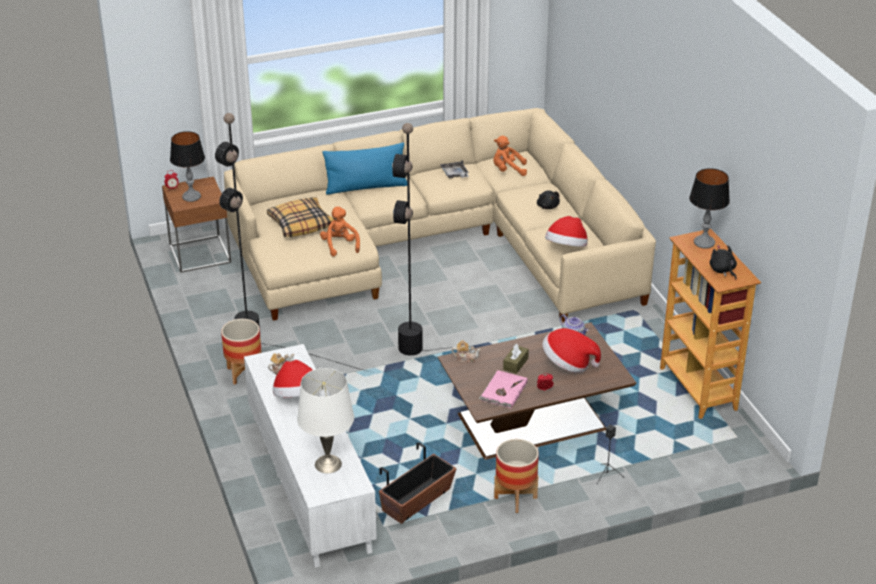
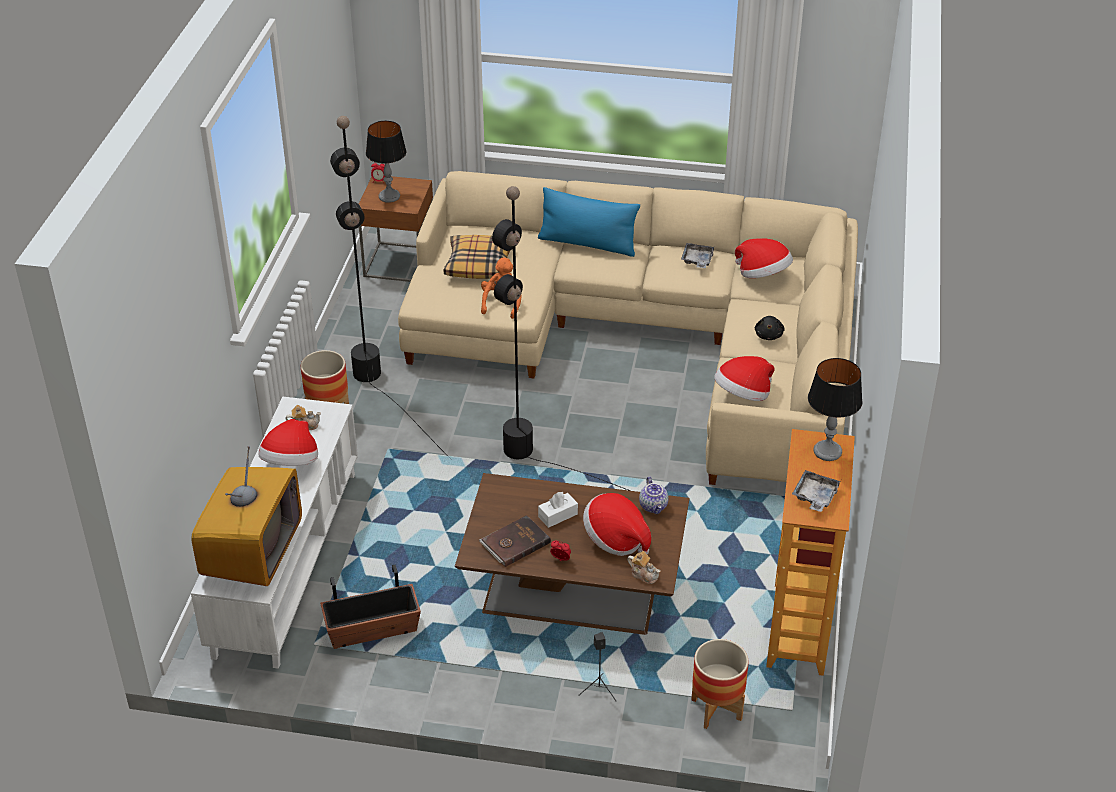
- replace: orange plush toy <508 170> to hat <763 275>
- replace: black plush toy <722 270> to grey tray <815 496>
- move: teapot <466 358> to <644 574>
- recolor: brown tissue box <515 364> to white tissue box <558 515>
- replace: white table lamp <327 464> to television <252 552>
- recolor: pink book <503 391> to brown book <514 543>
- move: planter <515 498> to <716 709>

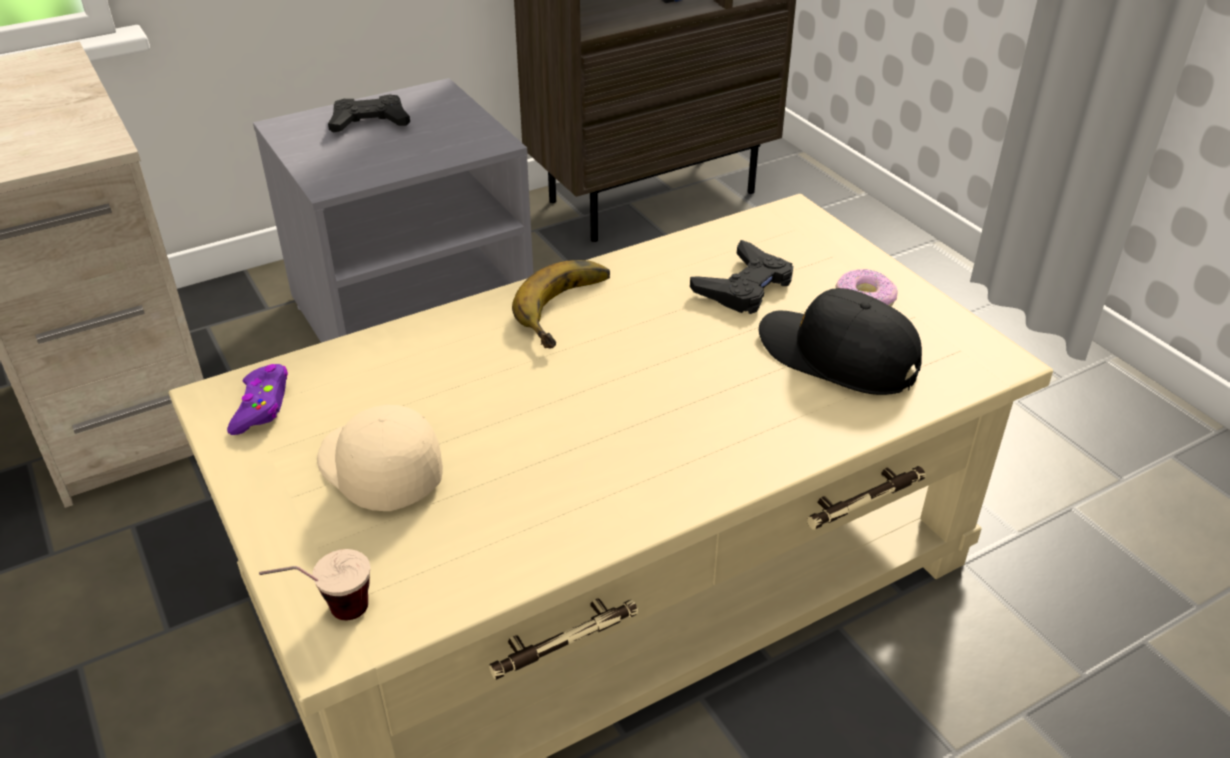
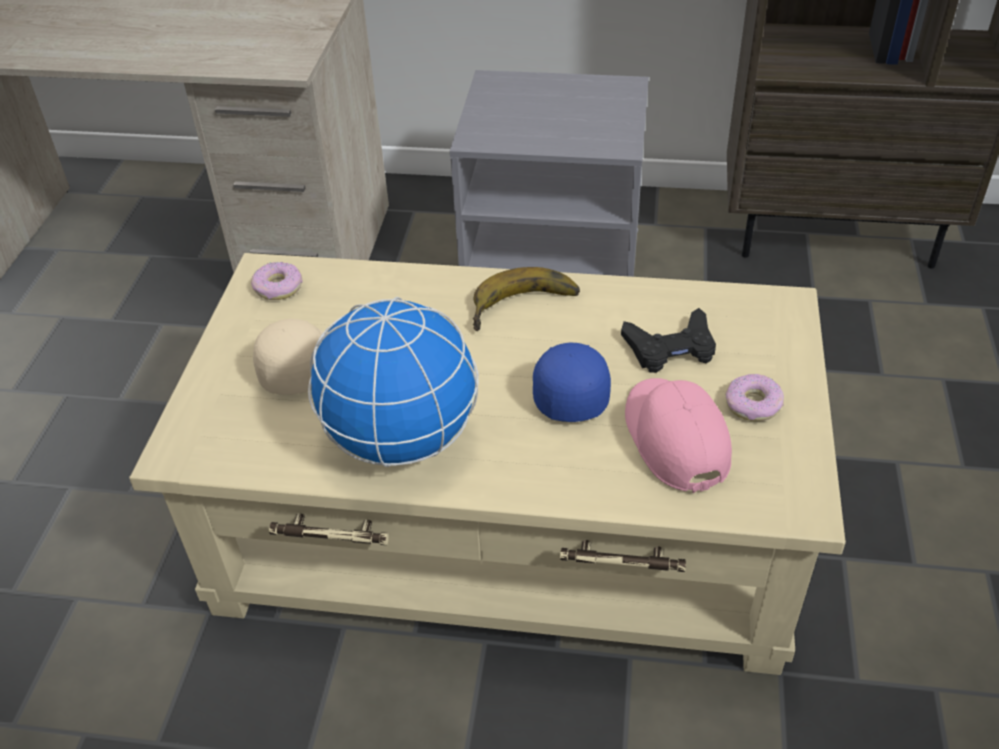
- delete: black game controller <369 122>
- recolor: black cap <837 356> to pink cap <675 438>
- replace: purple game controller <261 406> to donut <278 288>
- delete: cup <327 616>
- insert: globe <400 439>
- insert: blue cap <567 388>

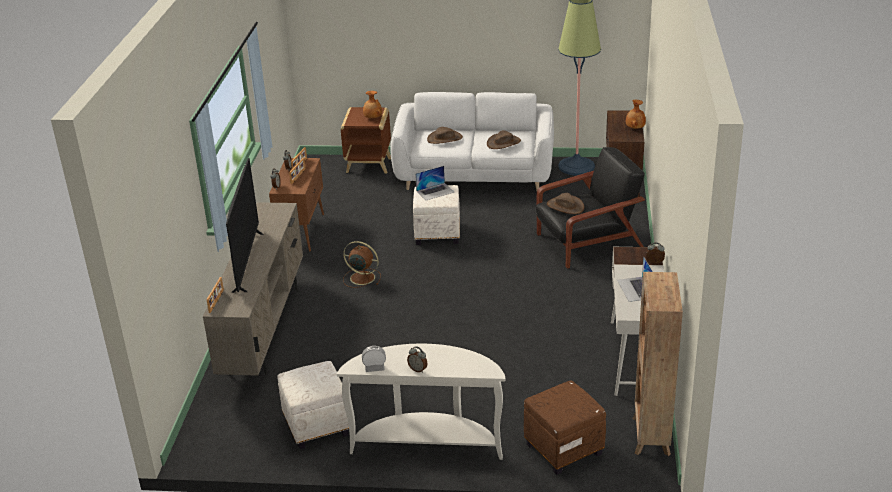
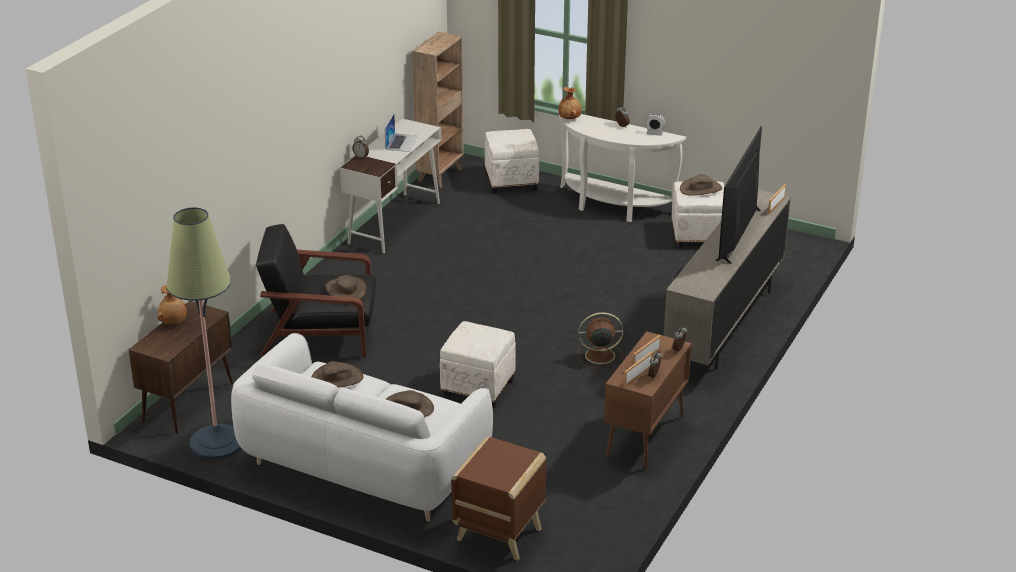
- move: brown vase <372 118> to <570 118>
- delete: laptop <435 191>
- rotate: brown fan <361 278> = <598 356> 135 degrees clockwise
- recolor: brown ottoman <563 450> to white ottoman <512 181>
- insert: brown hat <700 189>

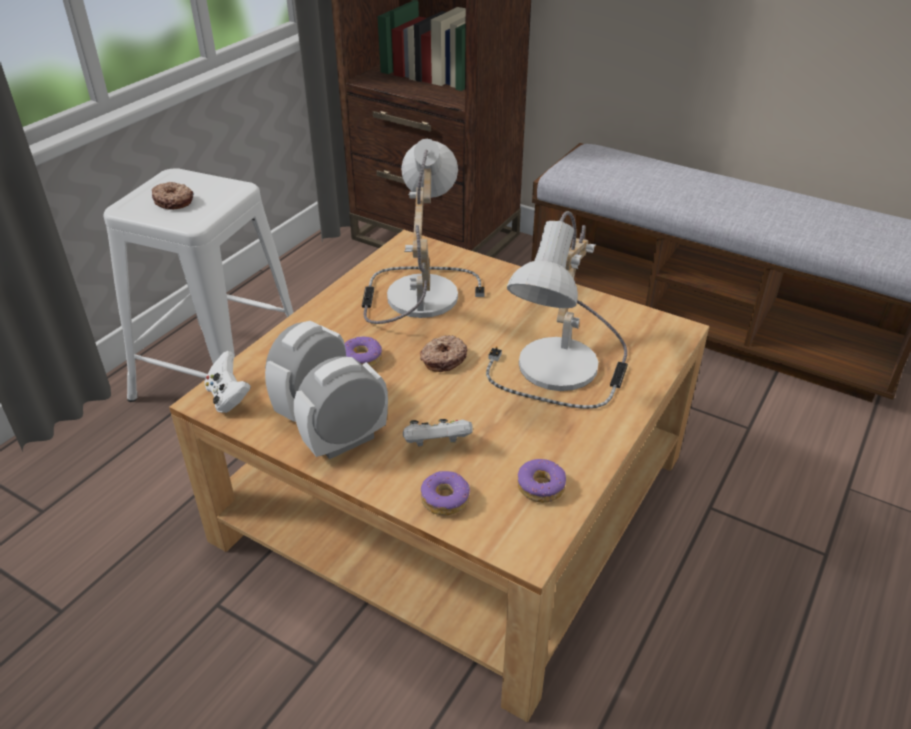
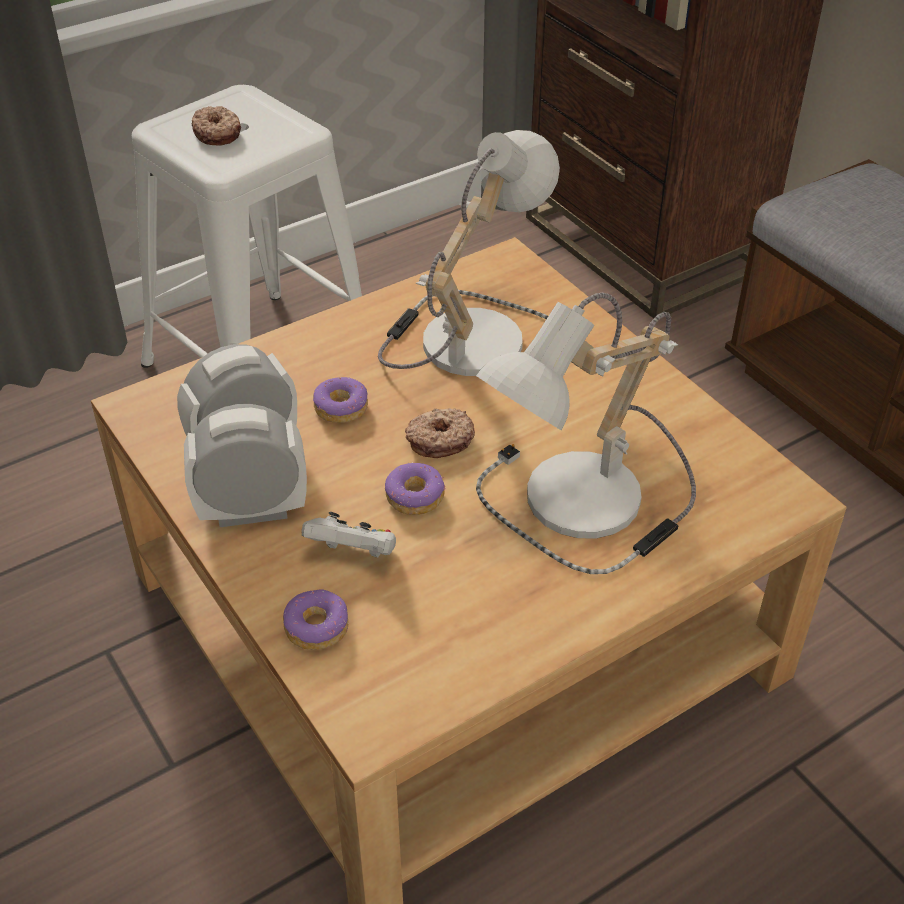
- delete: white game controller <228 397>
- move: donut <541 487> to <415 497>

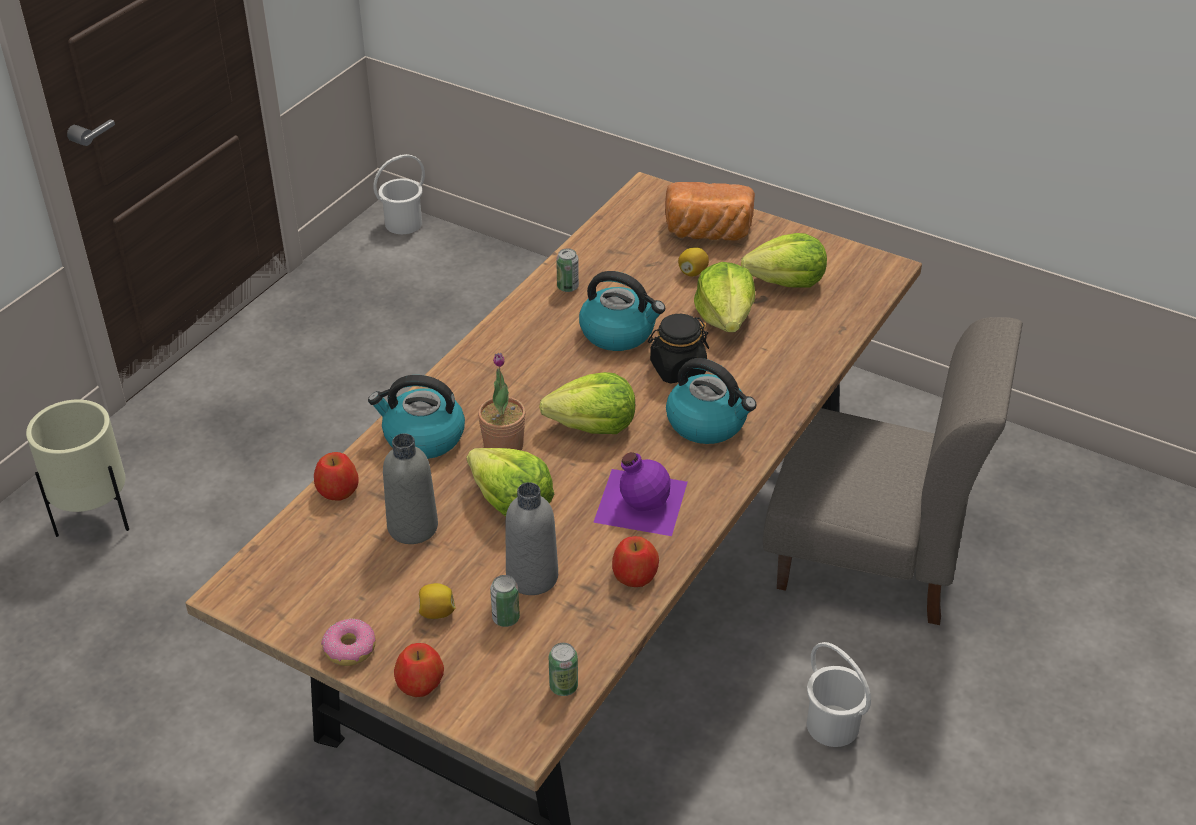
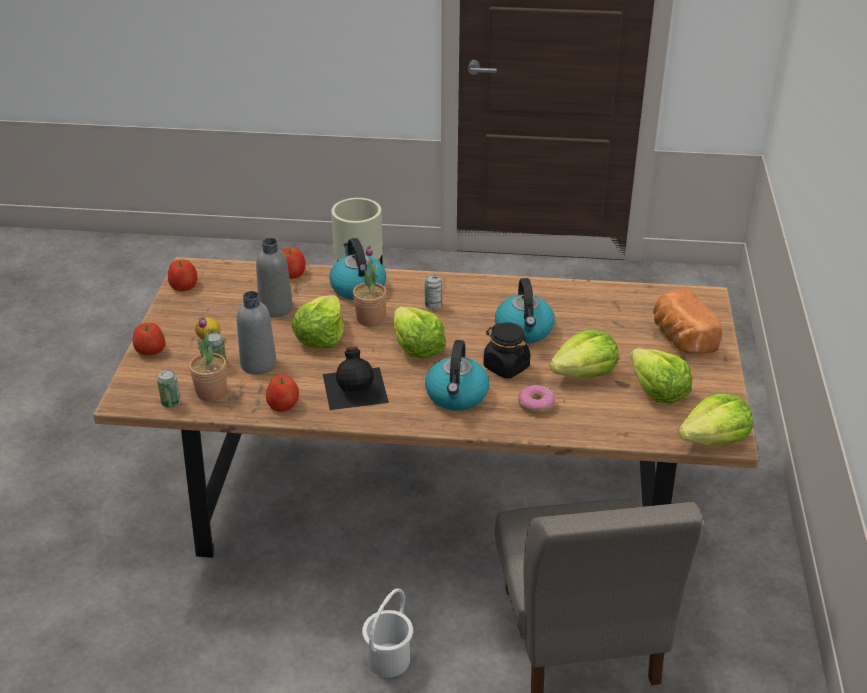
- delete: white bucket <404 224>
- delete: lemon <692 272>
- move: can <567 287> to <433 305>
- recolor: purple bottle <640 500> to black bottle <356 387>
- move: donut <350 649> to <535 405>
- insert: apple <184 285>
- insert: potted plant <211 392>
- insert: lettuce <714 439>

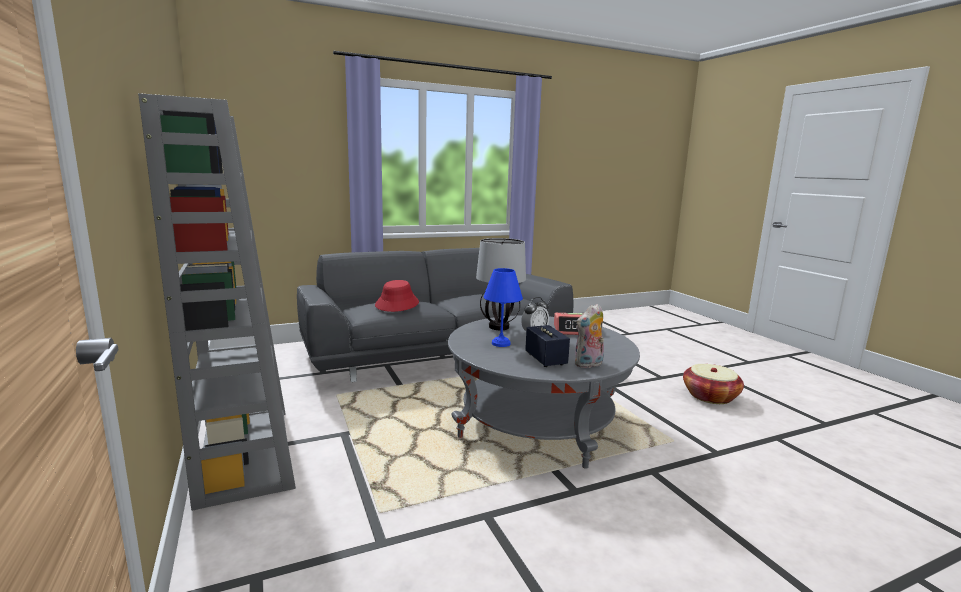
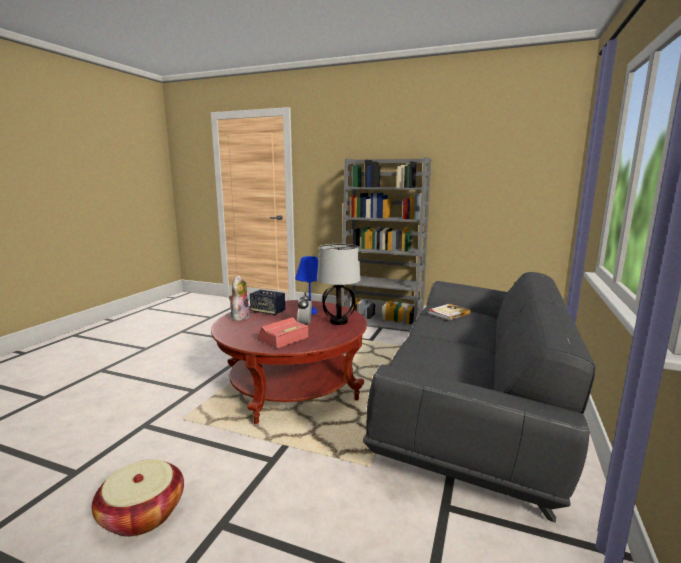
- replace: red hat <397 304> to book <448 313>
- recolor: grey coffee table <537 422> to red coffee table <292 387>

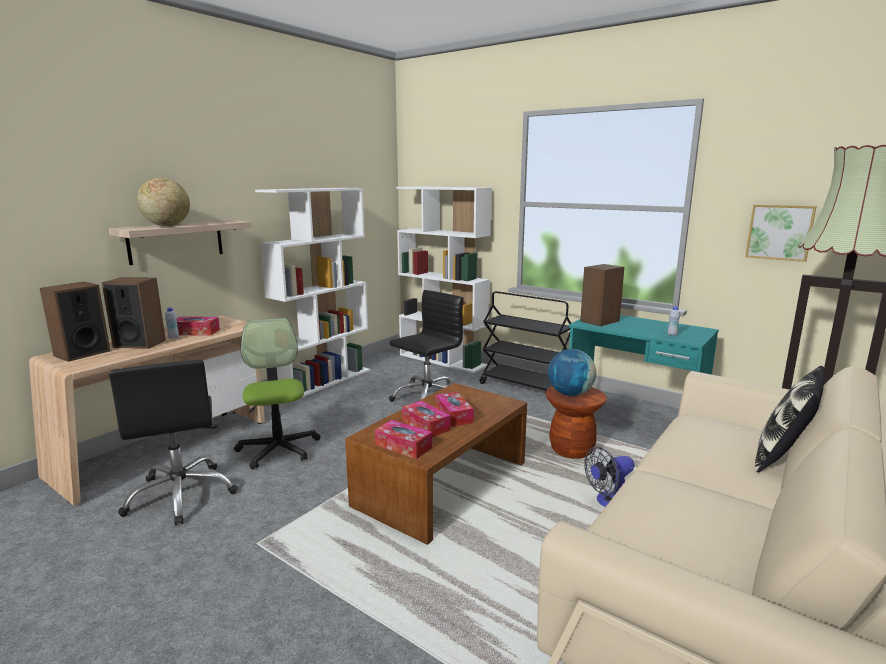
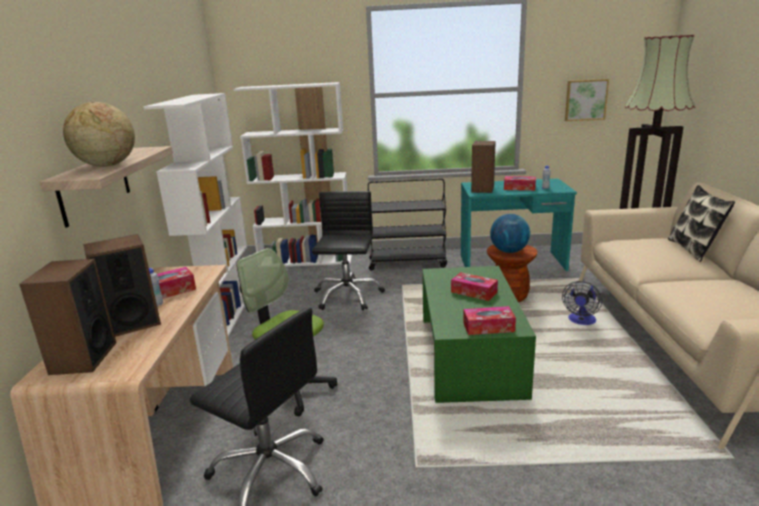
- recolor: brown coffee table <443 484> to green coffee table <471 355>
- move: tissue box <425 425> to <519 188>

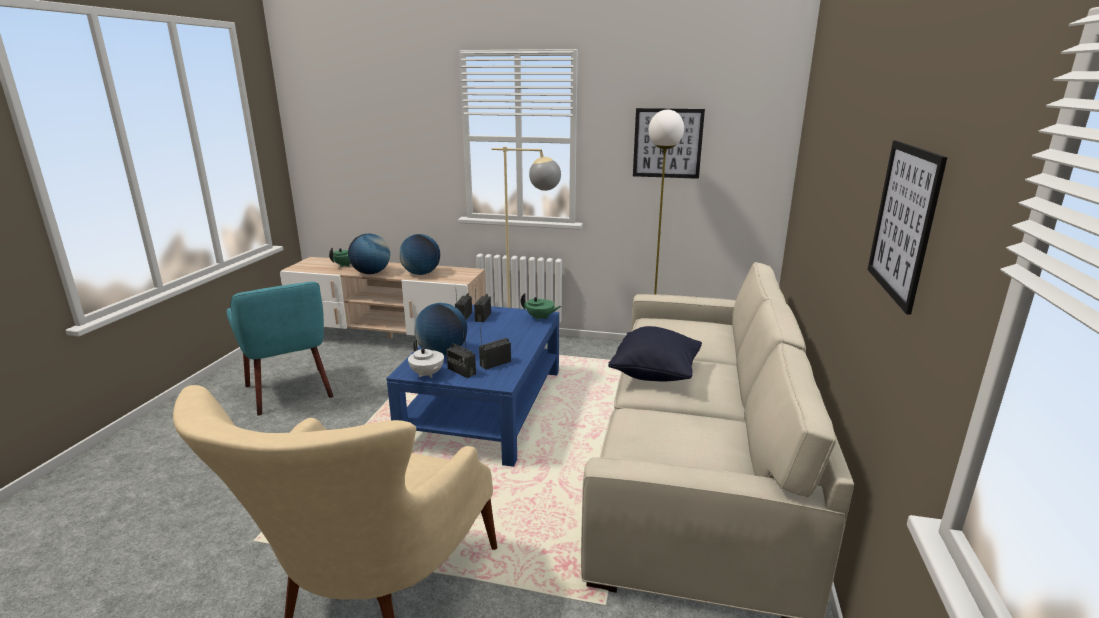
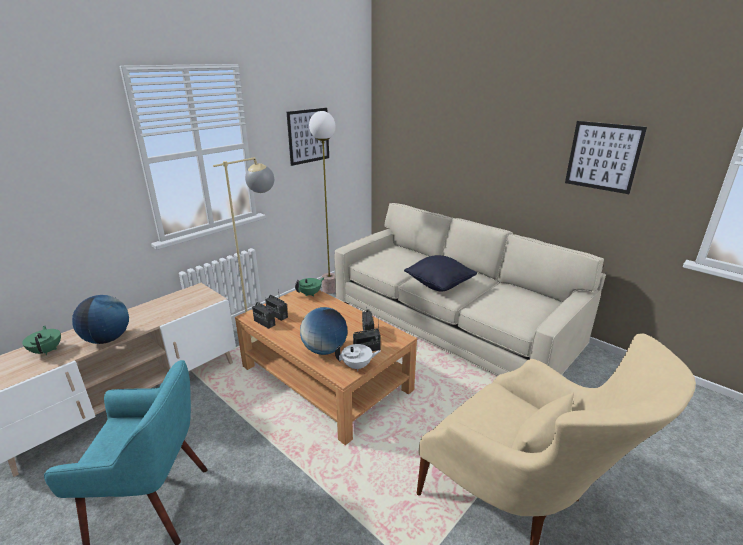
- delete: globe <421 273>
- recolor: blue coffee table <486 407> to brown coffee table <326 378>

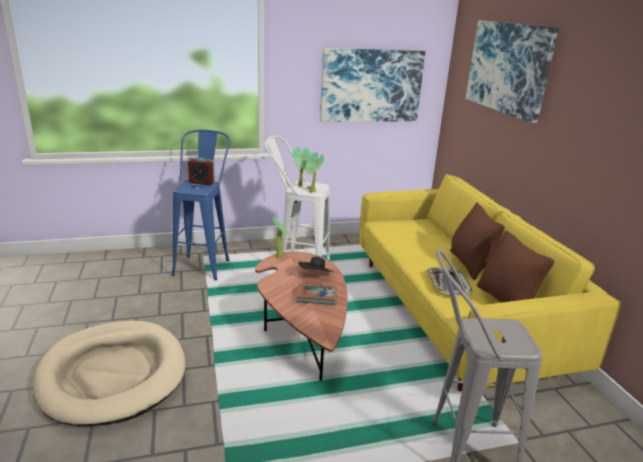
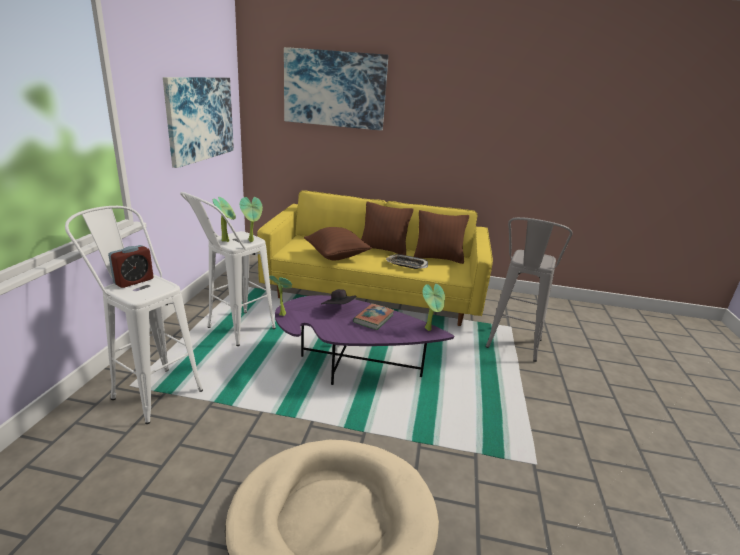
- recolor: blue stool <204 263> to white stool <150 390>
- recolor: brown coffee table <303 332> to purple coffee table <350 364>
- insert: brown pillow <336 256>
- insert: potted plant <429 329>

